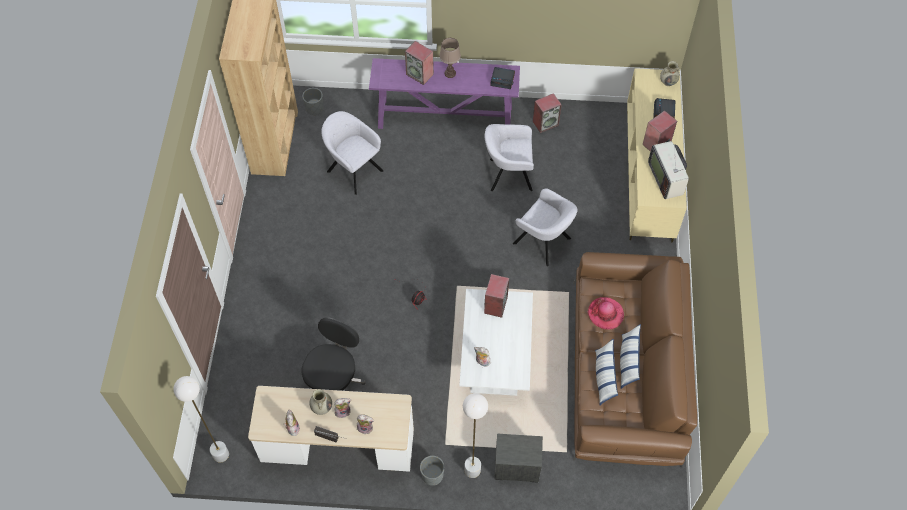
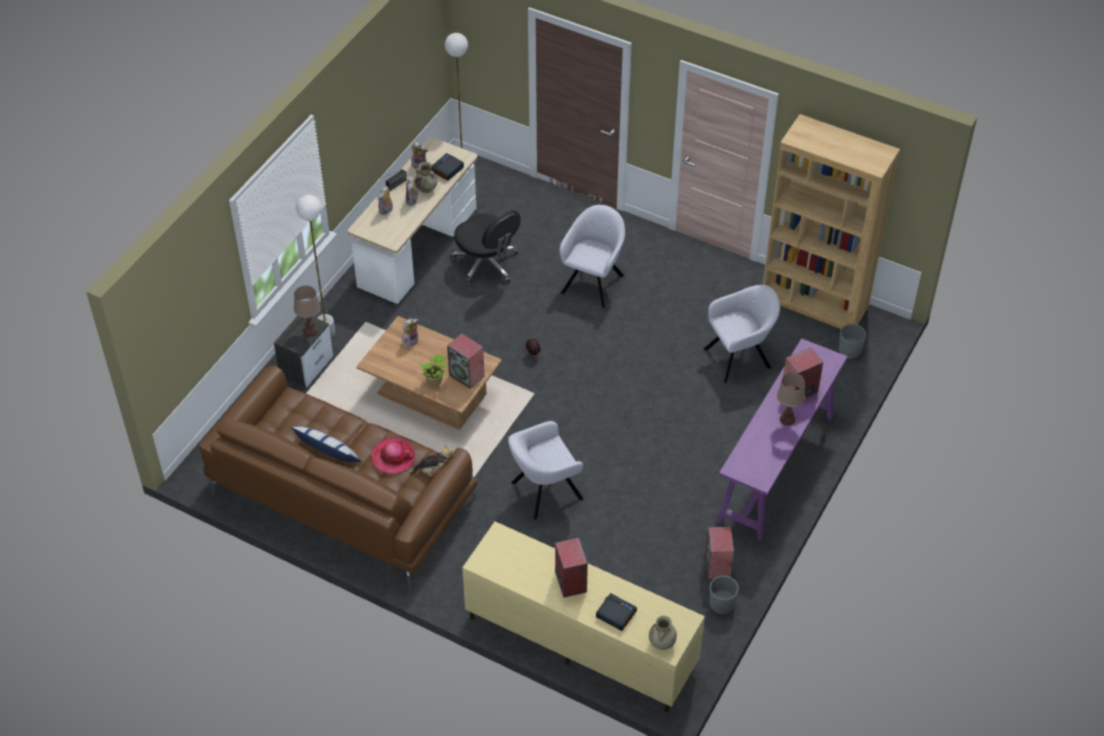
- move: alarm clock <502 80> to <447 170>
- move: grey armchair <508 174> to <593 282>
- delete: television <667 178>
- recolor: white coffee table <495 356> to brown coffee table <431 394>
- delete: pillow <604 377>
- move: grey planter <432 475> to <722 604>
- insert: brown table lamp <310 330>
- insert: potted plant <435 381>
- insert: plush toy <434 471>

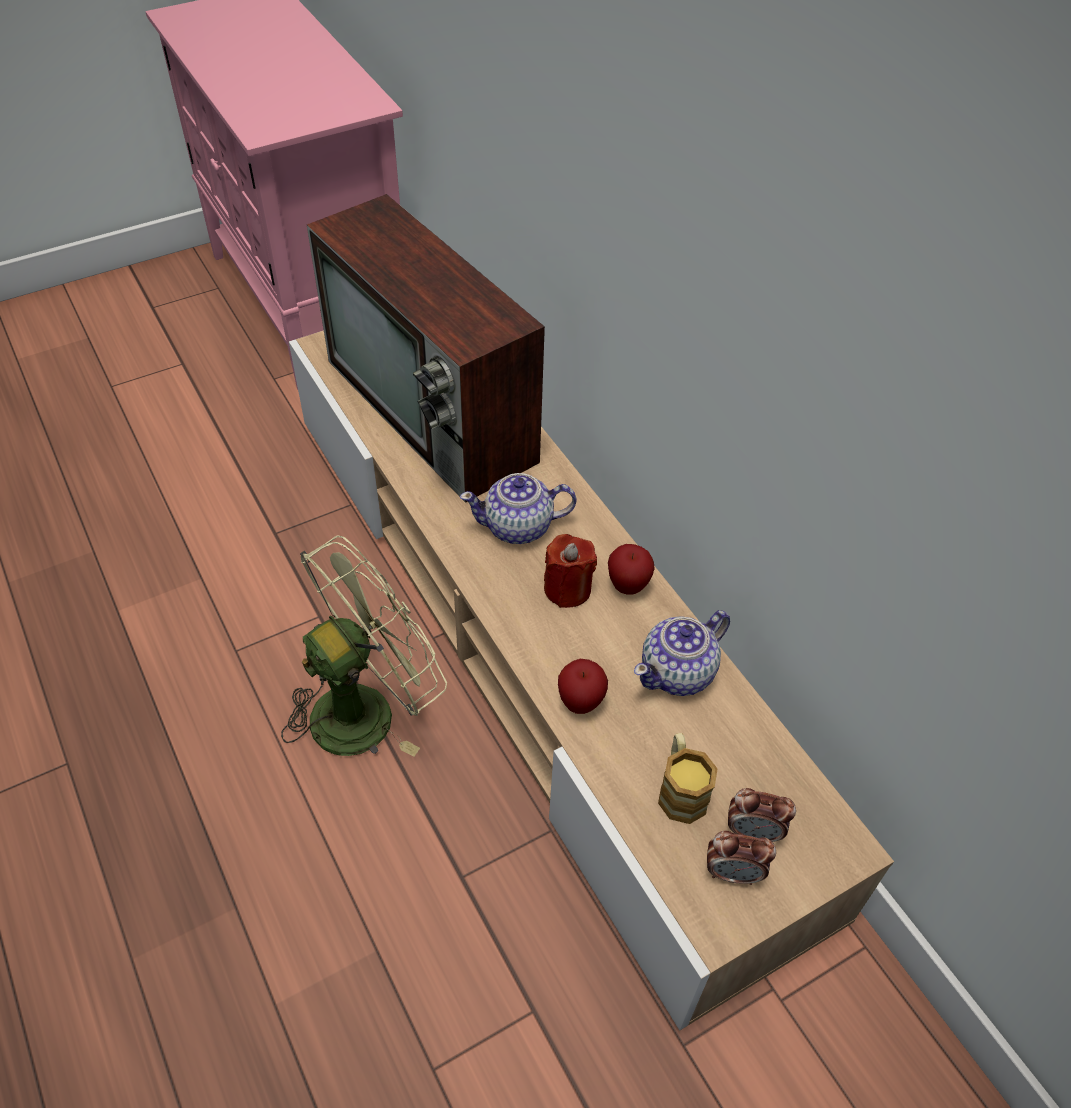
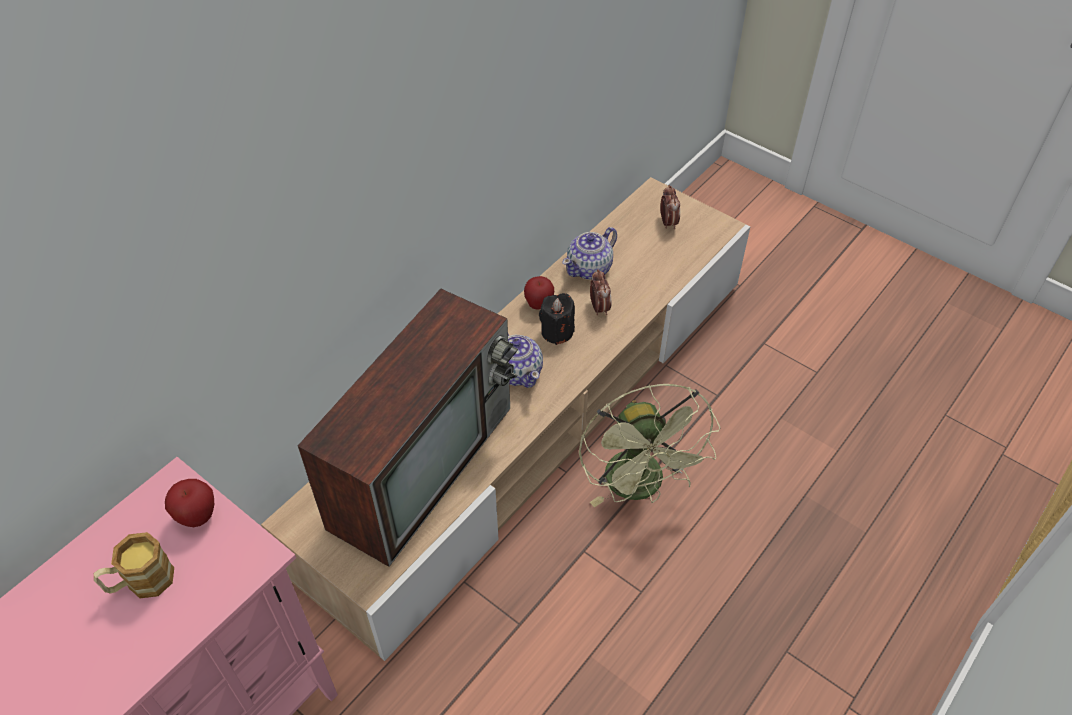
- recolor: red candle <567 589> to black candle <557 332>
- rotate: green fan <366 707> = <640 487> 135 degrees counterclockwise
- rotate: teapot <678 672> = <590 268> 105 degrees clockwise
- move: apple <580 702> to <197 516>
- move: mug <680 789> to <141 582>
- move: alarm clock <733 873> to <599 308>

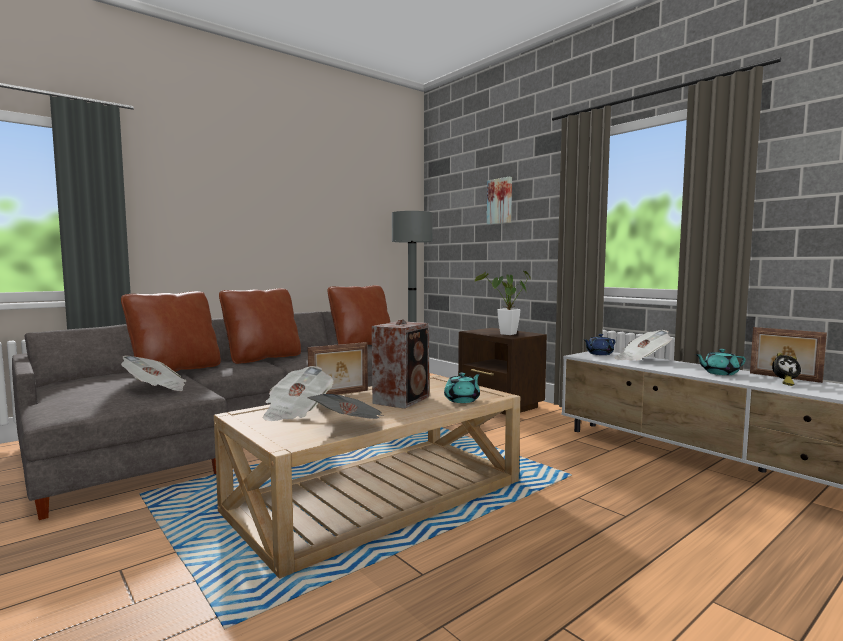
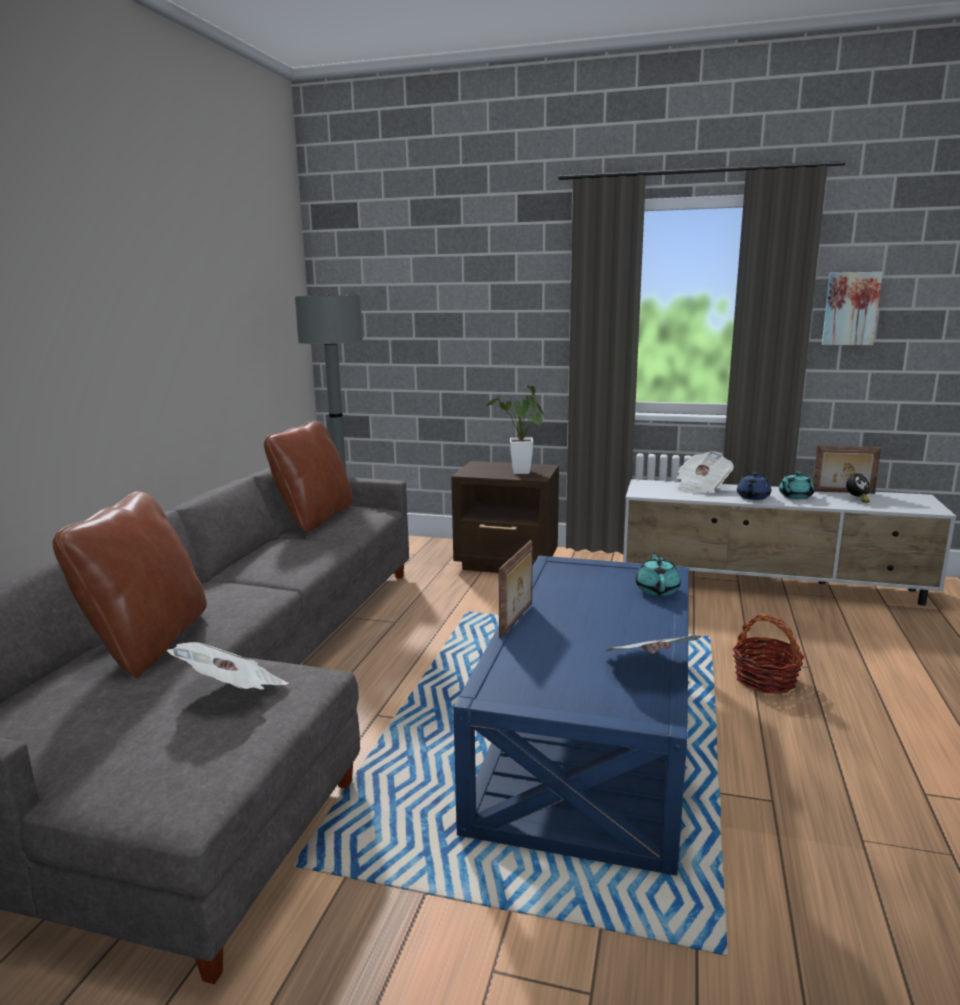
- move: picture <500 201> to <850 308>
- delete: brown pillow <262 358>
- delete: speaker <403 400>
- move: blue teapot <599 354> to <752 497>
- delete: newspaper <296 412>
- recolor: beige coffee table <377 495> to blue coffee table <587 733>
- insert: basket <765 680>

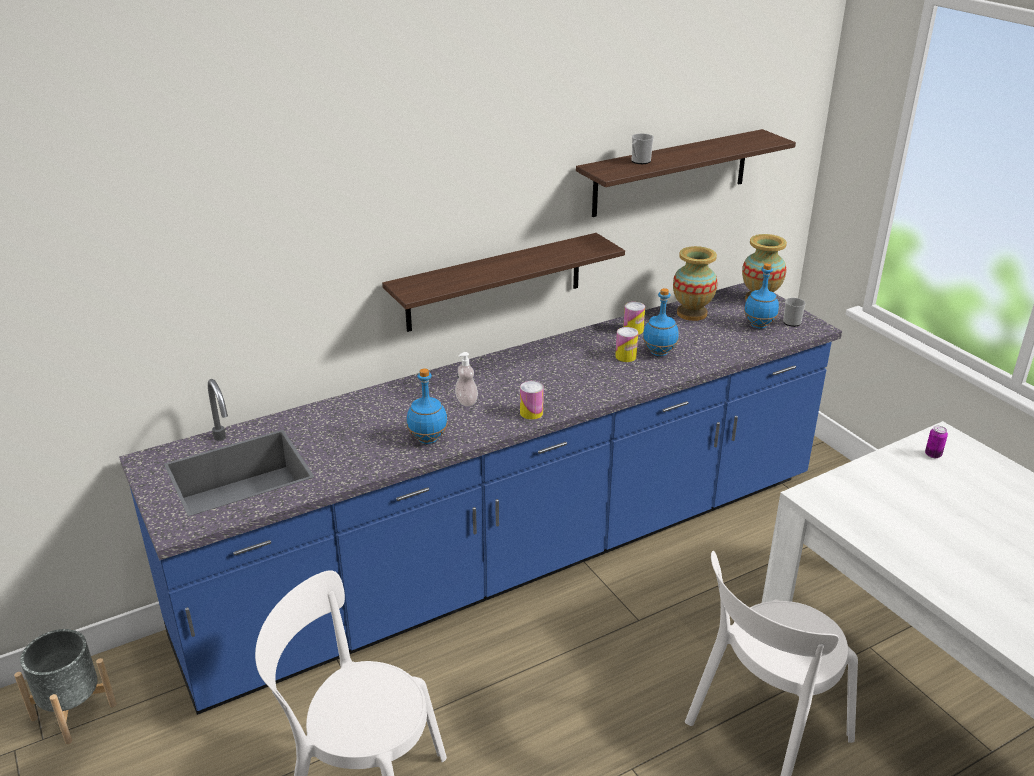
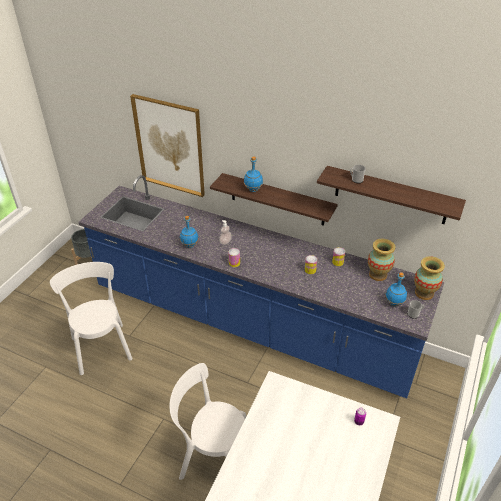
- move: blue bottle <659 353> to <253 190>
- insert: picture <170 146>

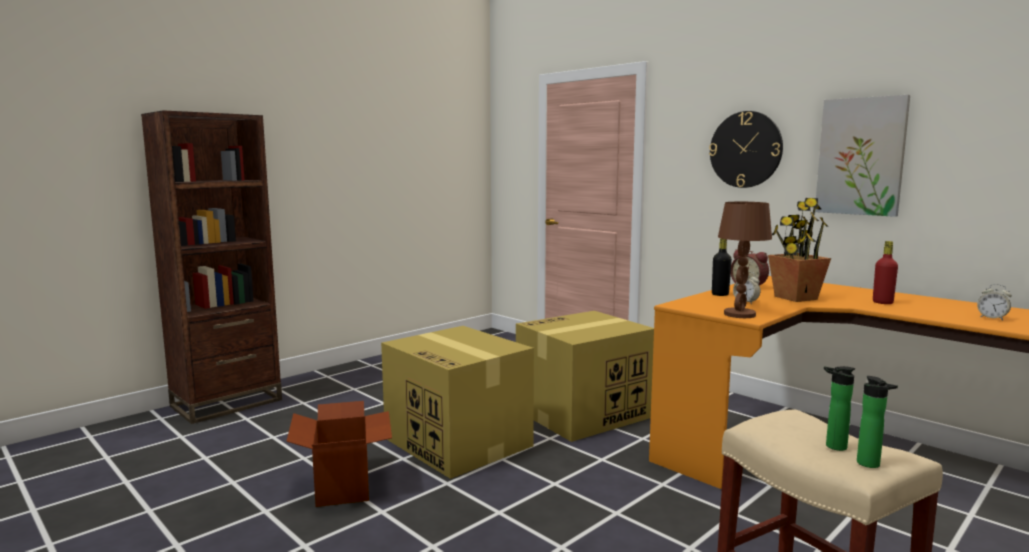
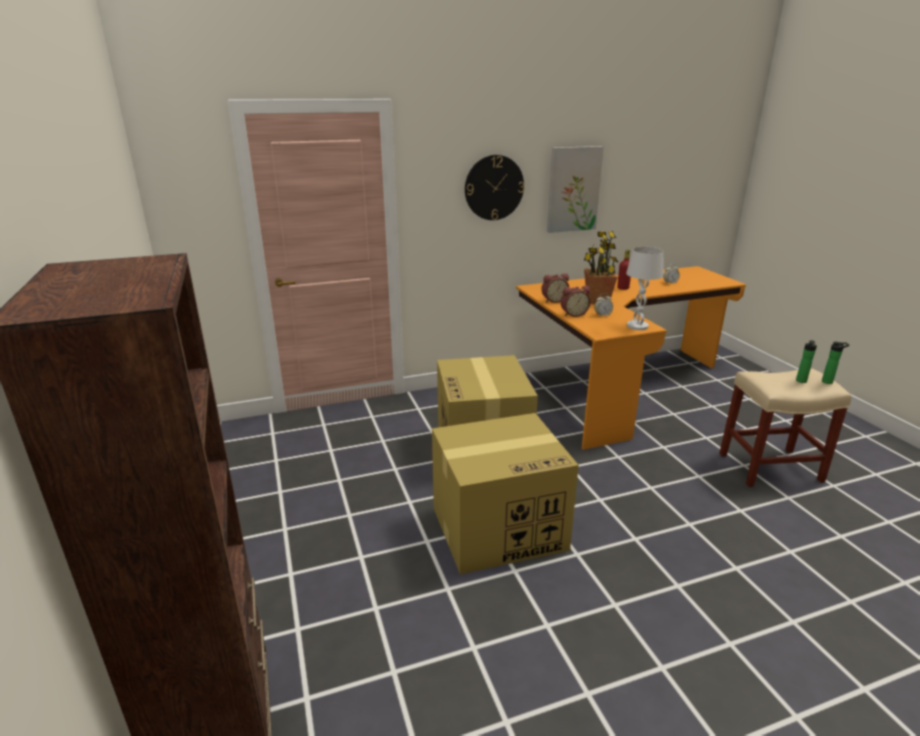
- recolor: brown table lamp <739 314> to white table lamp <637 326>
- replace: black bottle <720 294> to alarm clock <573 314>
- delete: cardboard box <344 486>

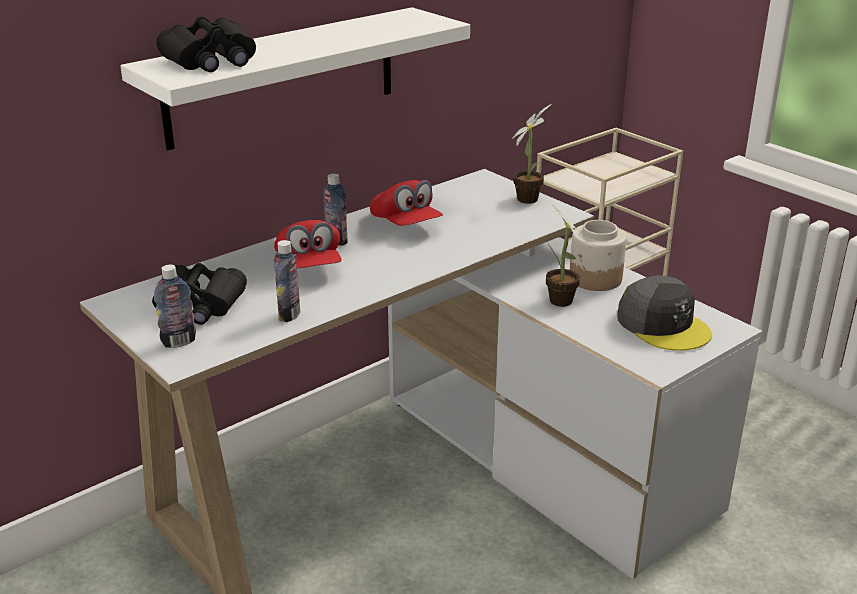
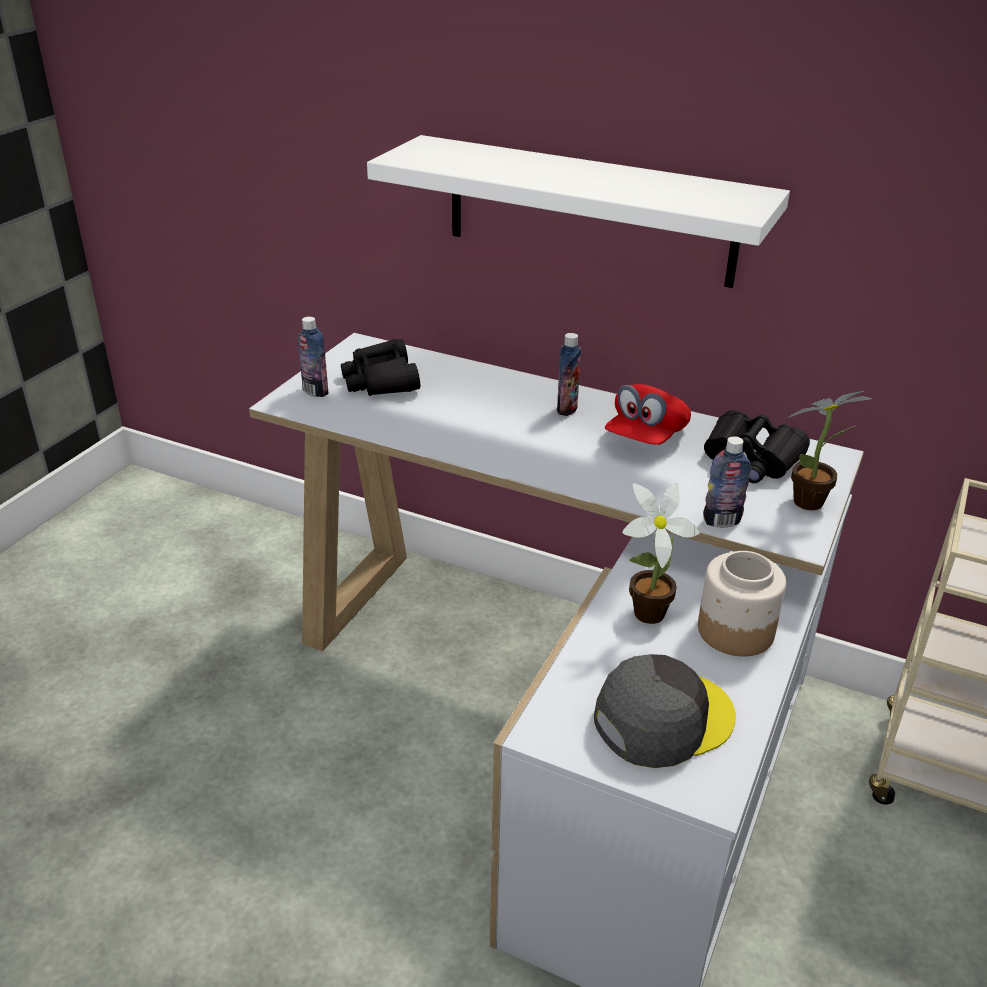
- move: black binoculars <211 61> to <749 460>
- delete: red cap <309 266>
- move: bottle <289 315> to <721 521>
- rotate: grey cap <663 325> = <662 719> 150 degrees counterclockwise

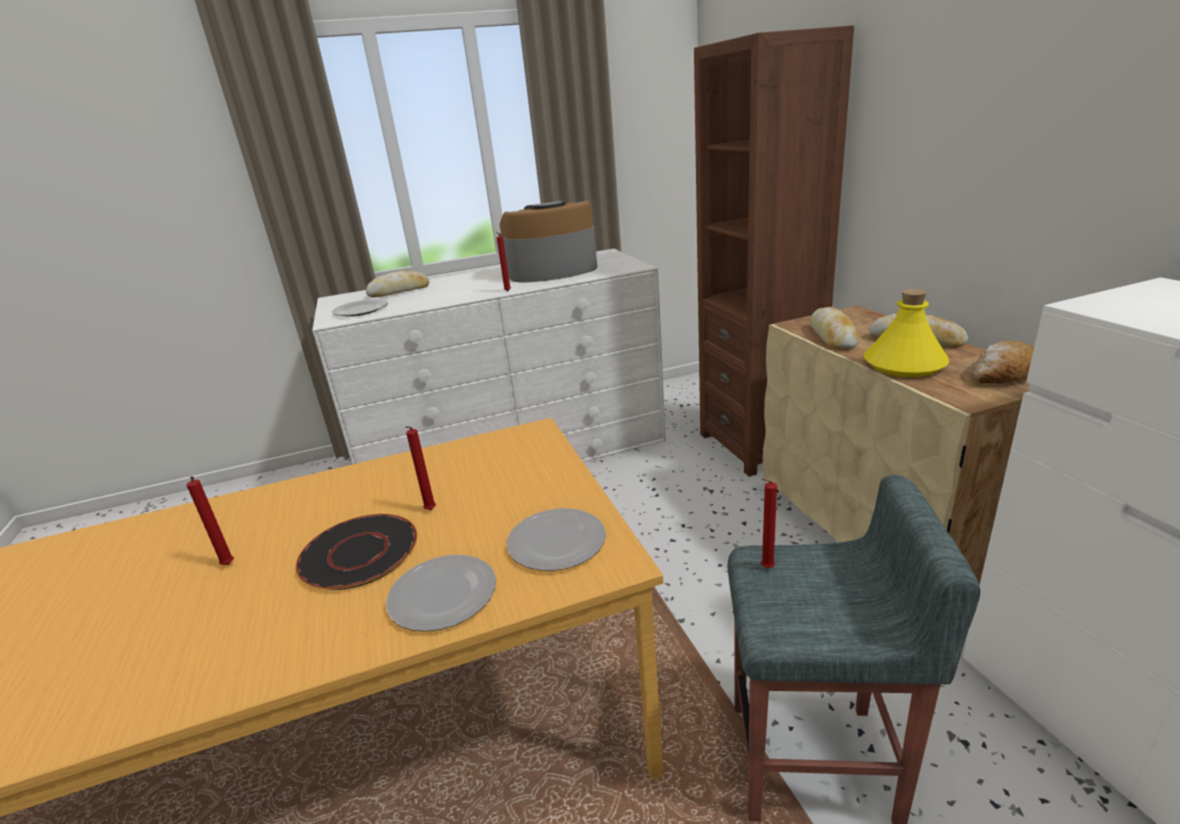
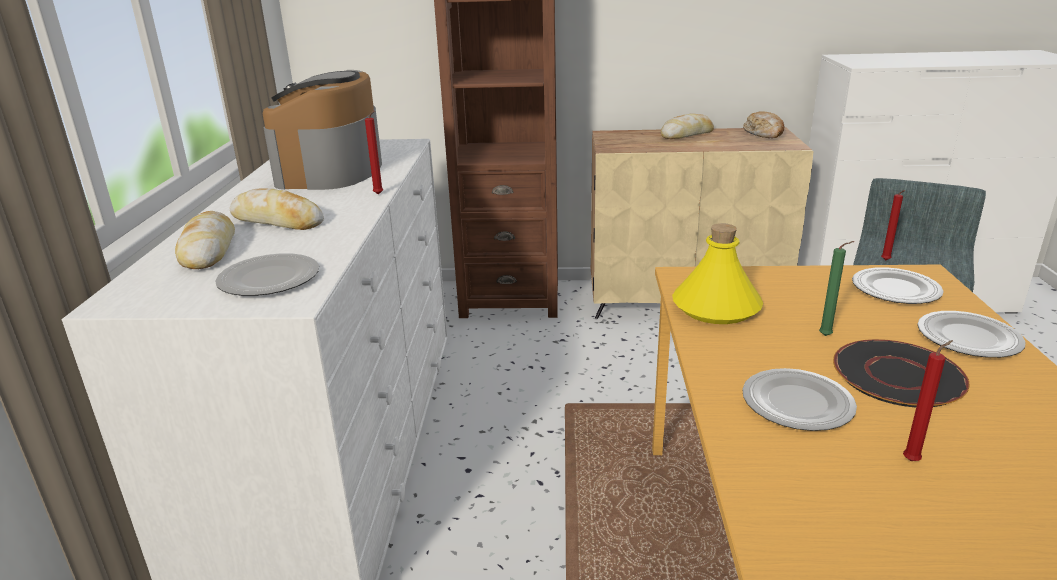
- move: yellow bottle <903 365> to <715 308>
- move: bread <832 336> to <277 221>
- recolor: red candle <429 511> to green candle <827 336>
- insert: plate <797 402>

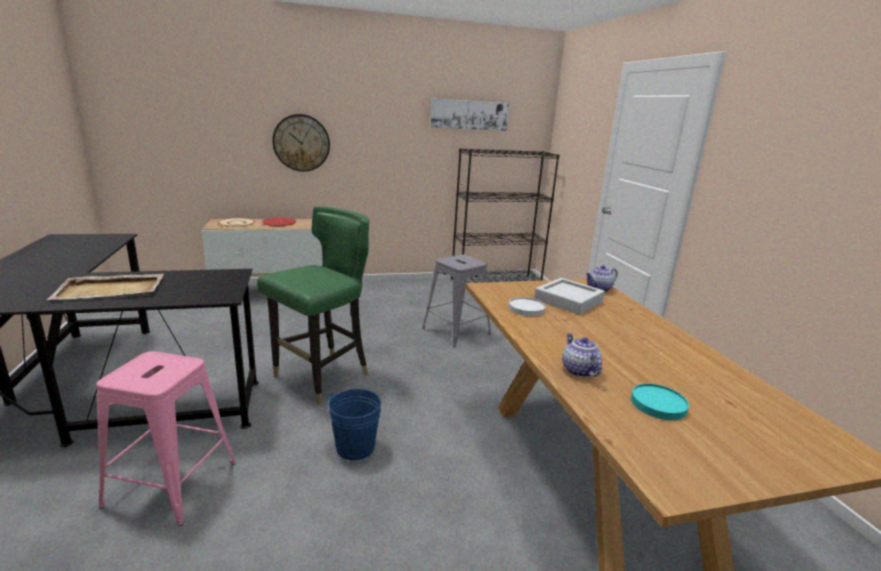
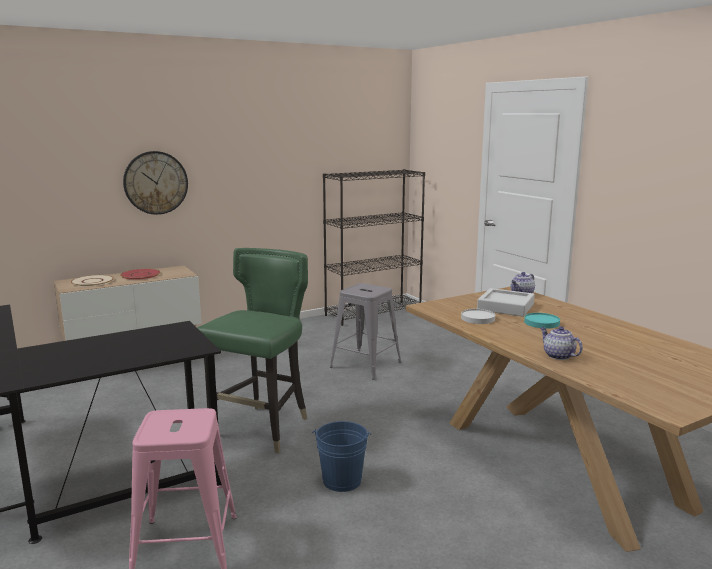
- delete: picture <469 115>
- delete: beige tray <111 290>
- move: turquoise plate <658 404> to <542 322>

